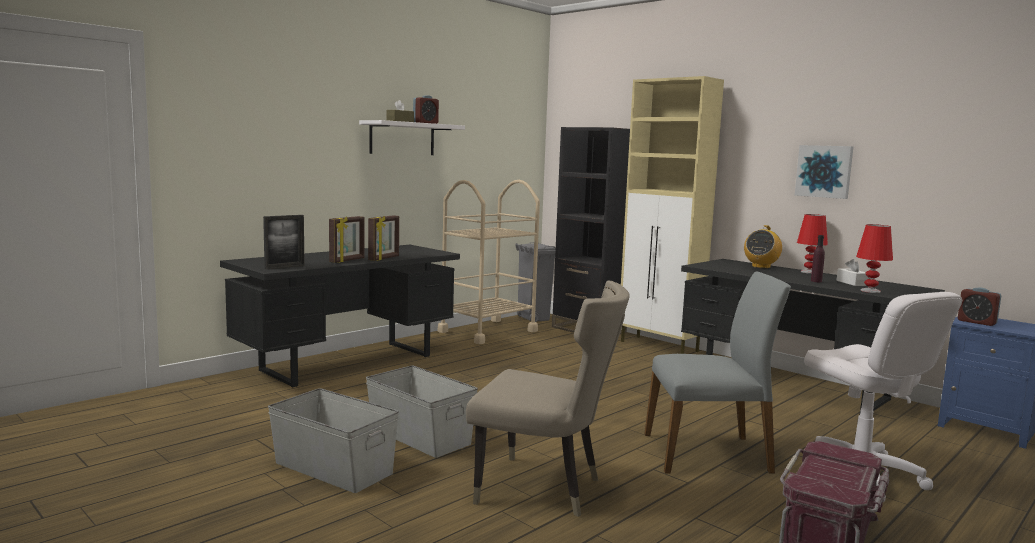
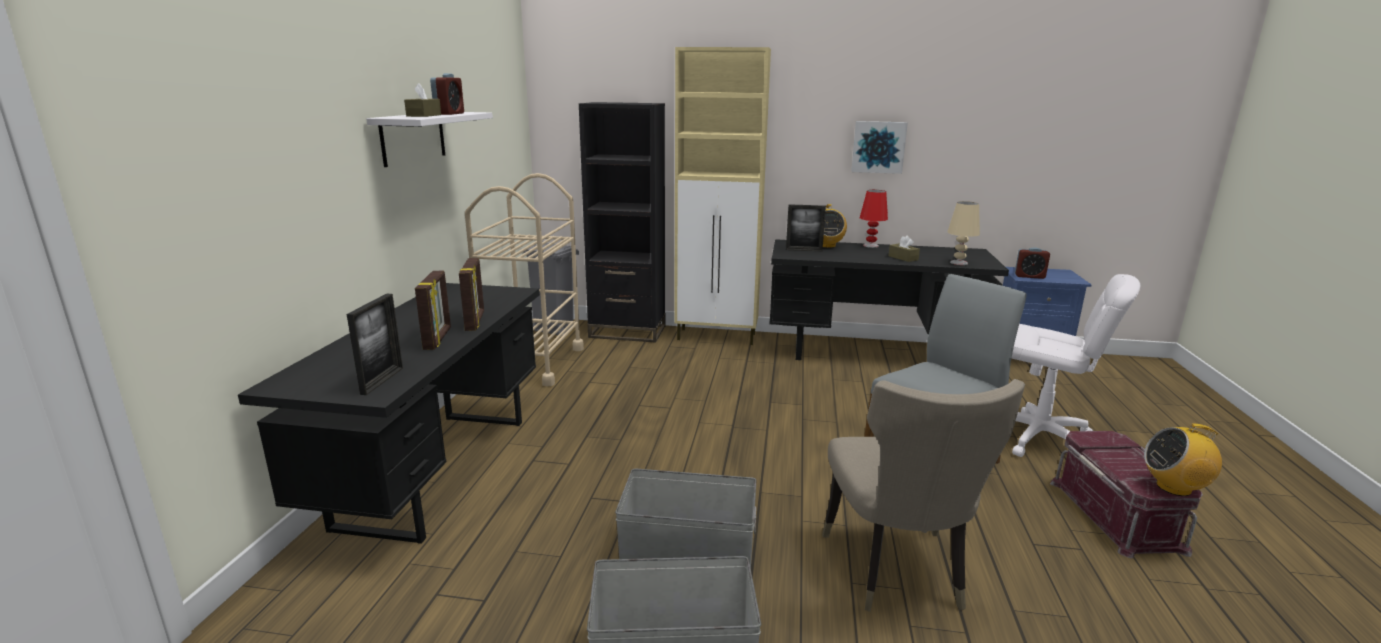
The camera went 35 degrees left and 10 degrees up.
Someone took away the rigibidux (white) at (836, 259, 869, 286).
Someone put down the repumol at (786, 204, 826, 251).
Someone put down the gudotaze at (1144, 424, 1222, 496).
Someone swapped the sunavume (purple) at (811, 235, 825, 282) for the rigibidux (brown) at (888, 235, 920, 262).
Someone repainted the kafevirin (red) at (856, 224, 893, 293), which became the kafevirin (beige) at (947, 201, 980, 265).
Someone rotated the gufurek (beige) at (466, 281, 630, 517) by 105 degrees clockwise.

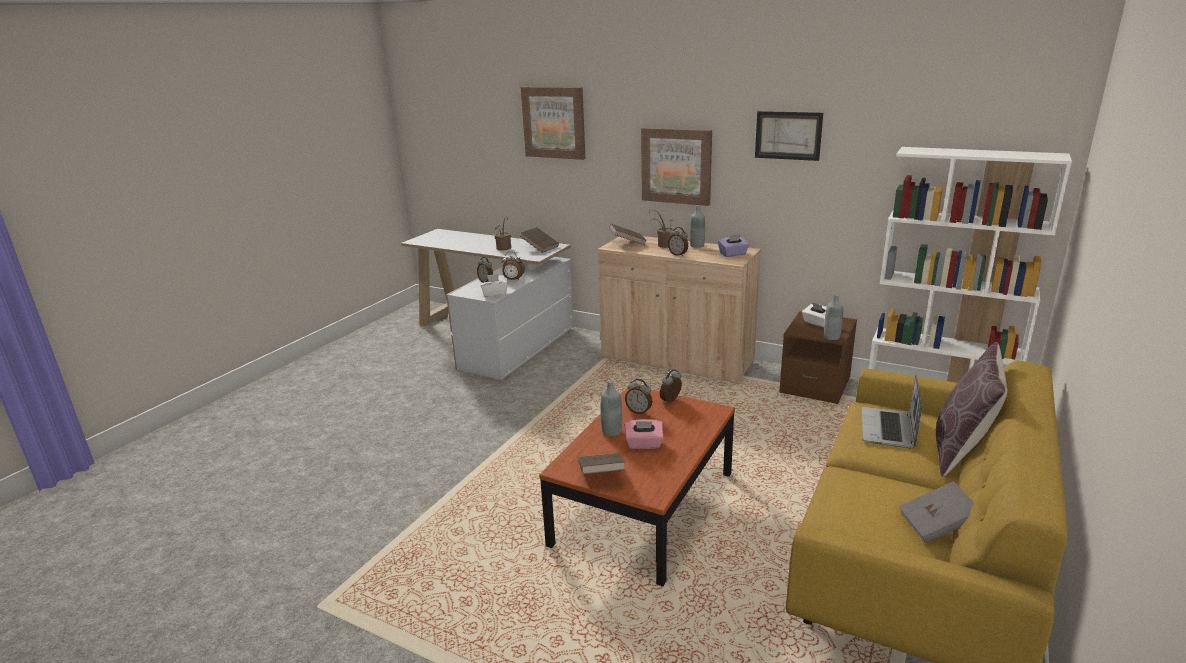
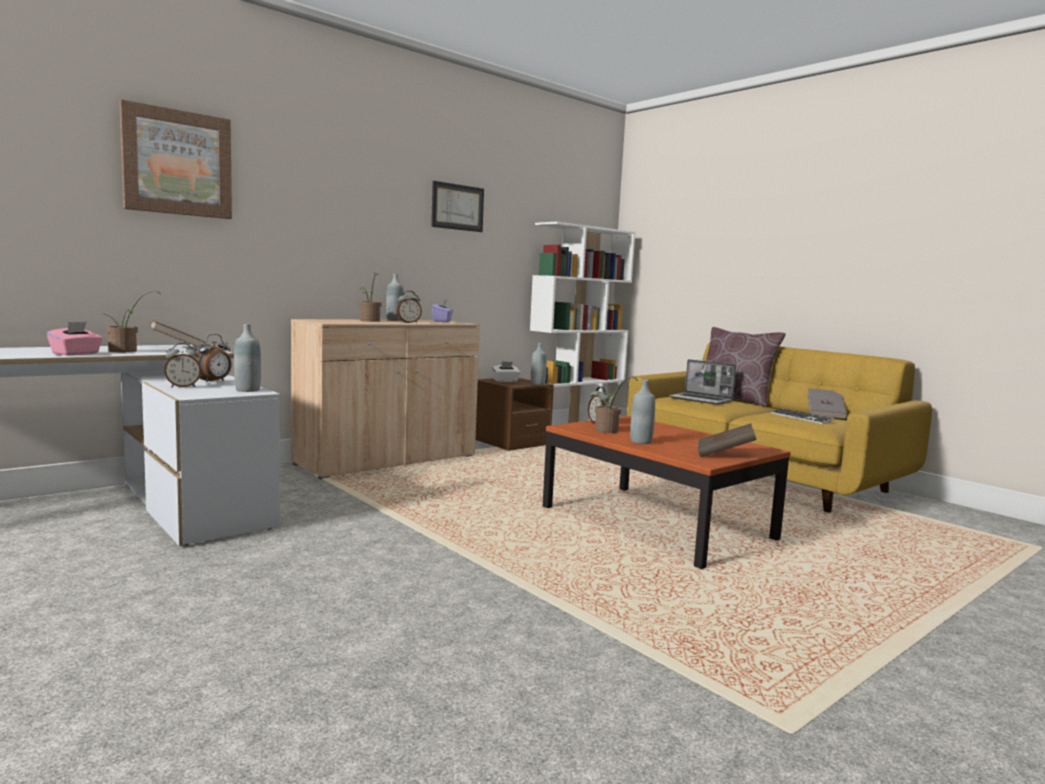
The camera went 70 degrees left and 15 degrees down.
Someone took away the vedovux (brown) at (609, 224, 647, 245).
Someone took away the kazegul at (641, 128, 712, 206).
Someone put down the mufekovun at (771, 408, 833, 424).
Someone carried the rigibidux (pink) from (625, 419, 663, 449) to (47, 322, 103, 356).
Someone swapped the rigibidux (white) at (480, 274, 508, 297) for the sunavume (grey) at (234, 324, 261, 392).
Someone swapped the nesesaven at (625, 379, 652, 415) for the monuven at (594, 377, 638, 433).

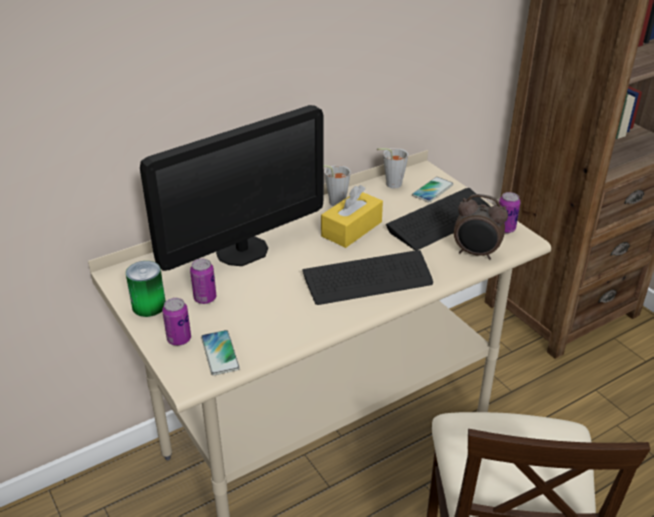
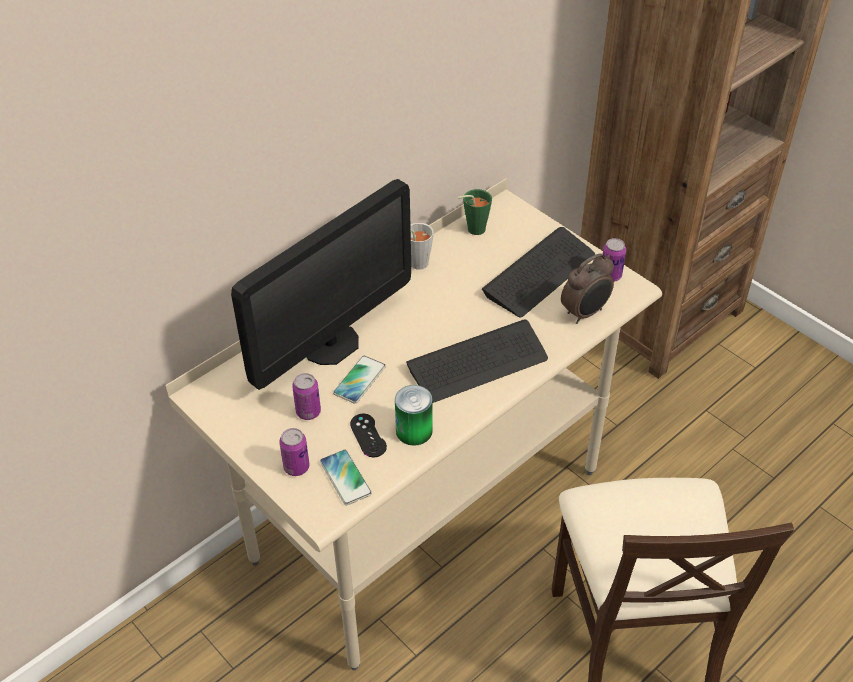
The camera went 10 degrees left and 10 degrees up.
Someone took away the rigibidux (yellow) at (321, 185, 383, 248).
Someone put down the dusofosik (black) at (350, 414, 387, 457).
Someone carried the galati from (126, 261, 166, 317) to (395, 385, 433, 446).
Someone carried the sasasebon from (412, 177, 454, 202) to (333, 356, 386, 404).
Someone repainted the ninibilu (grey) at (377, 148, 408, 189), which became the ninibilu (green) at (457, 189, 492, 235).
Someone rotated the nesesaven at (454, 194, 508, 260) by 45 degrees counterclockwise.

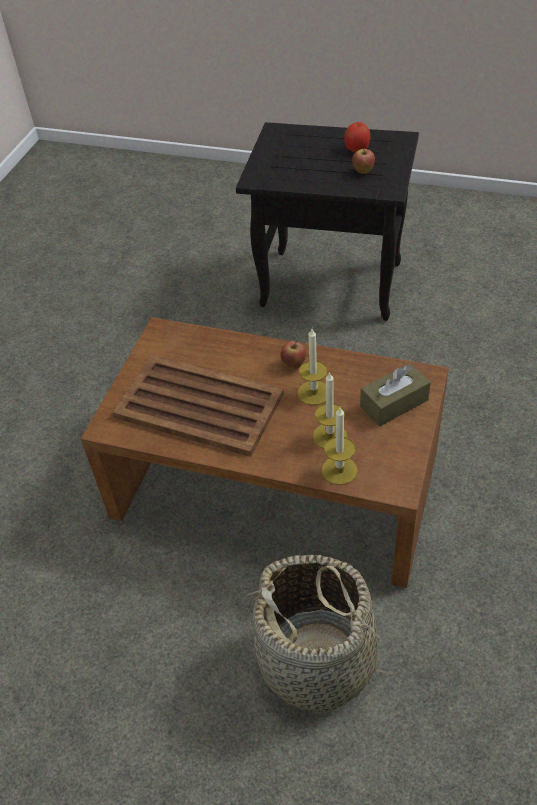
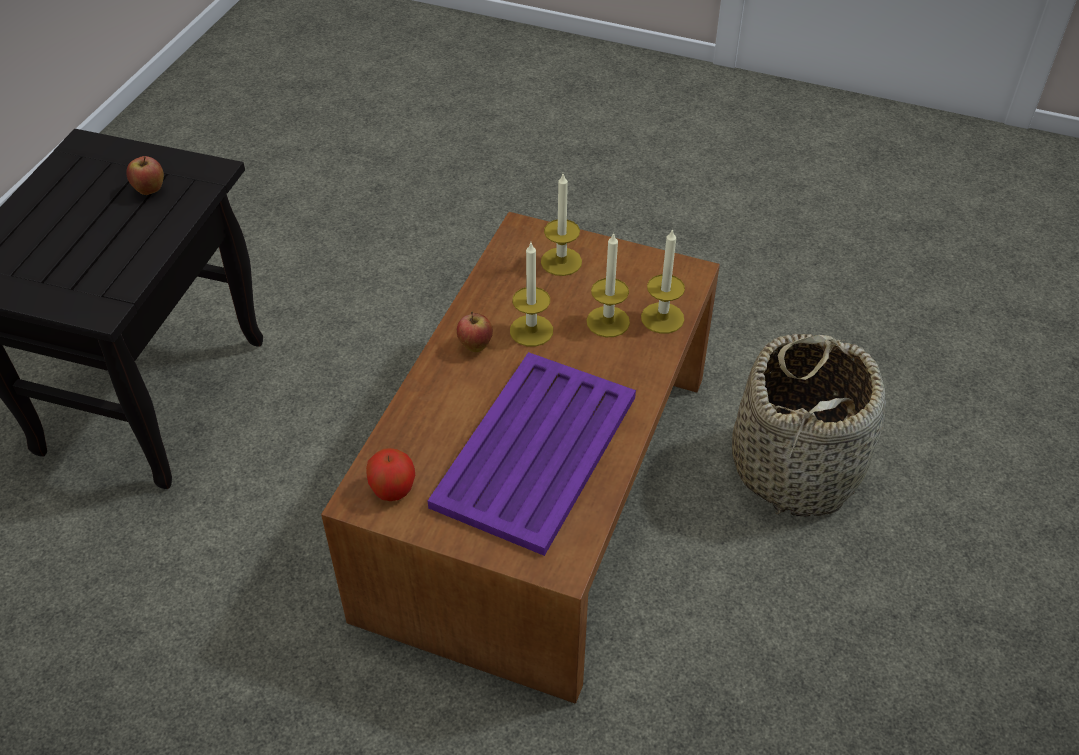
The camera went 90 degrees left and 0 degrees up.
Someone carried the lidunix from (344, 122, 370, 153) to (366, 448, 415, 501).
Someone swapped the rigibidux (brown) at (360, 363, 431, 426) for the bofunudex at (541, 174, 582, 276).
Someone repainted the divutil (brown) at (112, 355, 284, 457), which became the divutil (purple) at (428, 352, 636, 556).

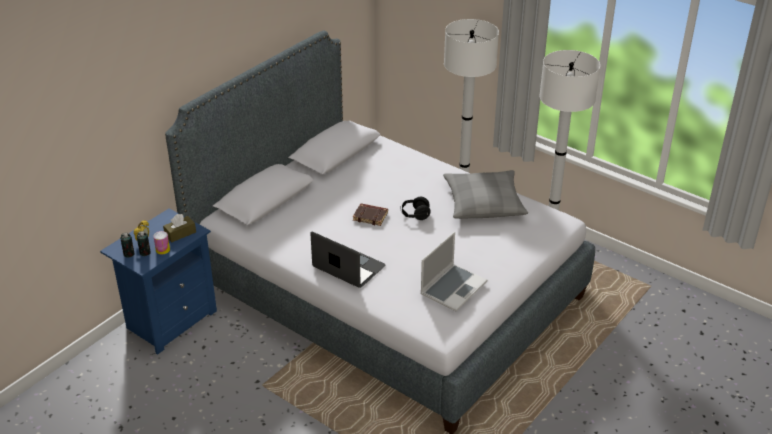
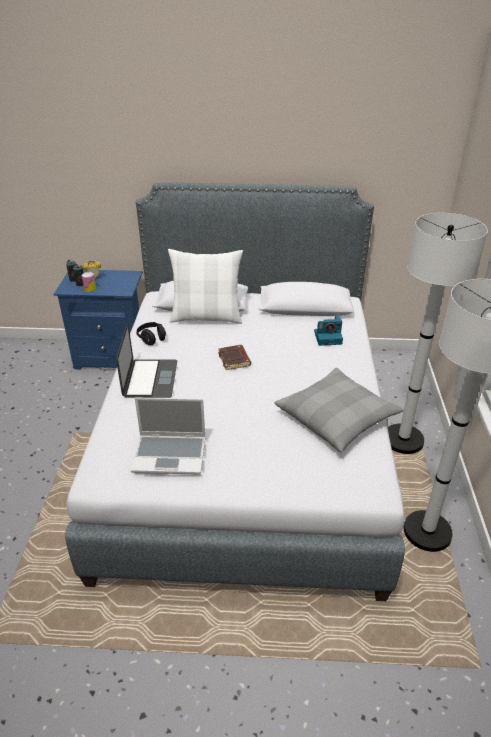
The camera went 55 degrees right and 0 degrees up.
Someone took away the rigibidux (brown) at (163, 214, 196, 242).
Someone put down the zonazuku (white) at (168, 249, 243, 324).
Someone put down the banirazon at (314, 315, 343, 346).
Someone carried the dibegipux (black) from (401, 197, 430, 220) to (136, 322, 166, 345).

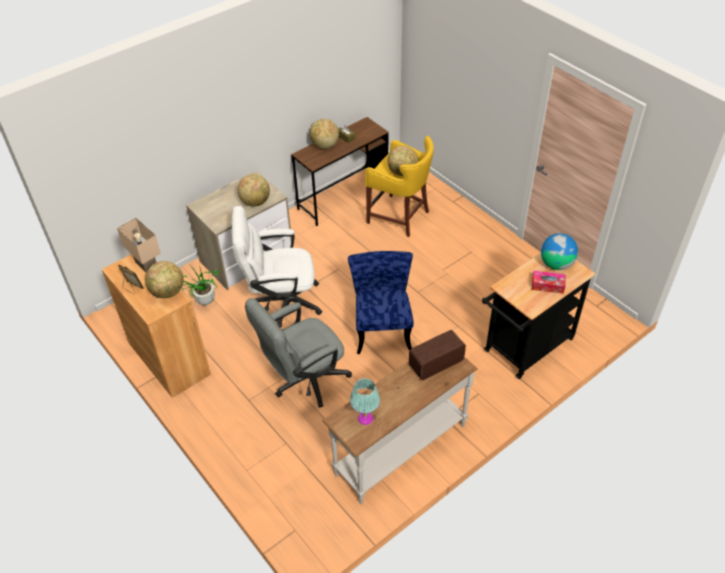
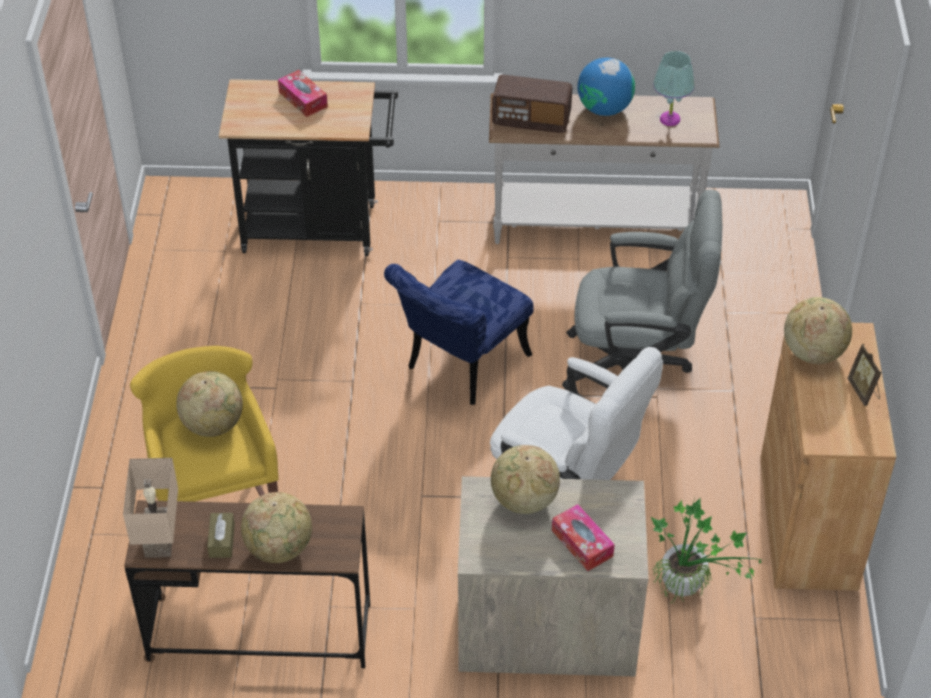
The camera went 140 degrees left and 0 degrees up.
Someone put down the rigibidux at (552, 504, 615, 571).
Someone carried the kafevirin (beige) from (117, 218, 161, 273) to (123, 458, 178, 558).
Someone carried the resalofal from (541, 233, 578, 270) to (577, 58, 635, 116).

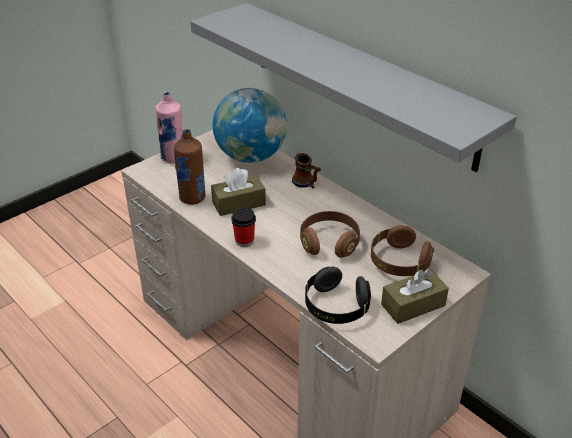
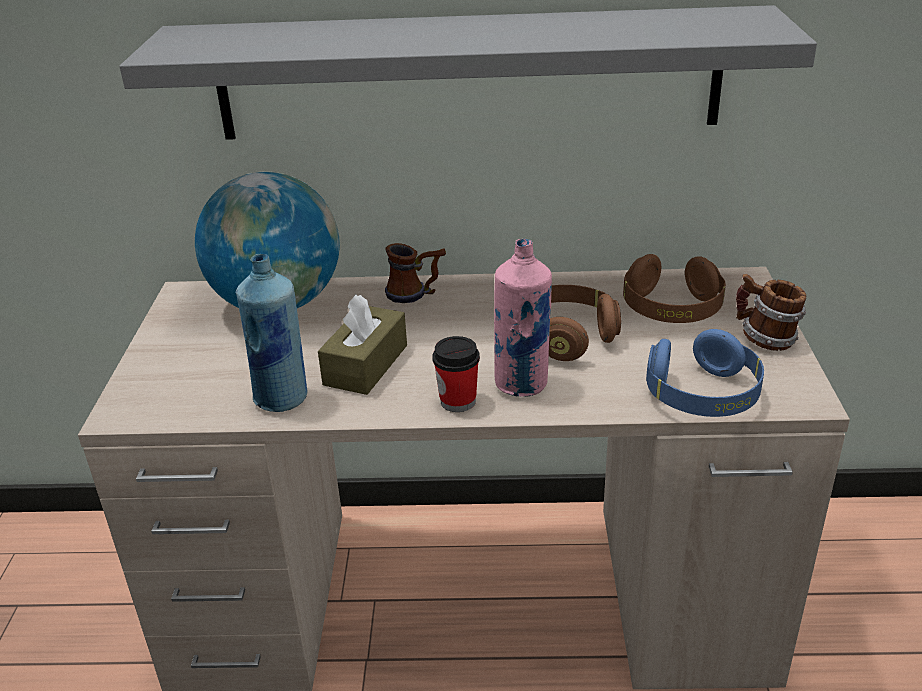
The camera went 45 degrees left and 5 degrees down.
Someone carried the sunavume (pink) from (156, 92, 183, 163) to (494, 239, 552, 397).
Someone swapped the rigibidux (brown) at (381, 269, 449, 324) for the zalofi at (736, 274, 806, 351).
Someone repainted the sunavume (brown) at (174, 129, 206, 205), which became the sunavume (blue) at (236, 254, 308, 412).
Someone repainted the dibegipux (black) at (305, 267, 371, 324), which became the dibegipux (blue) at (646, 329, 764, 417).

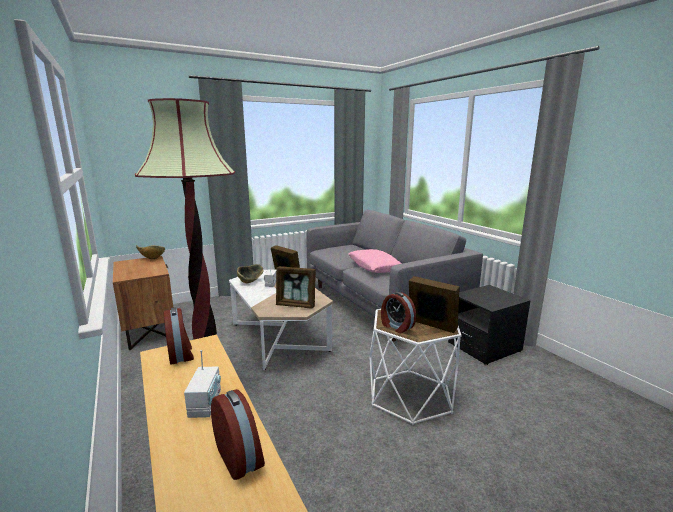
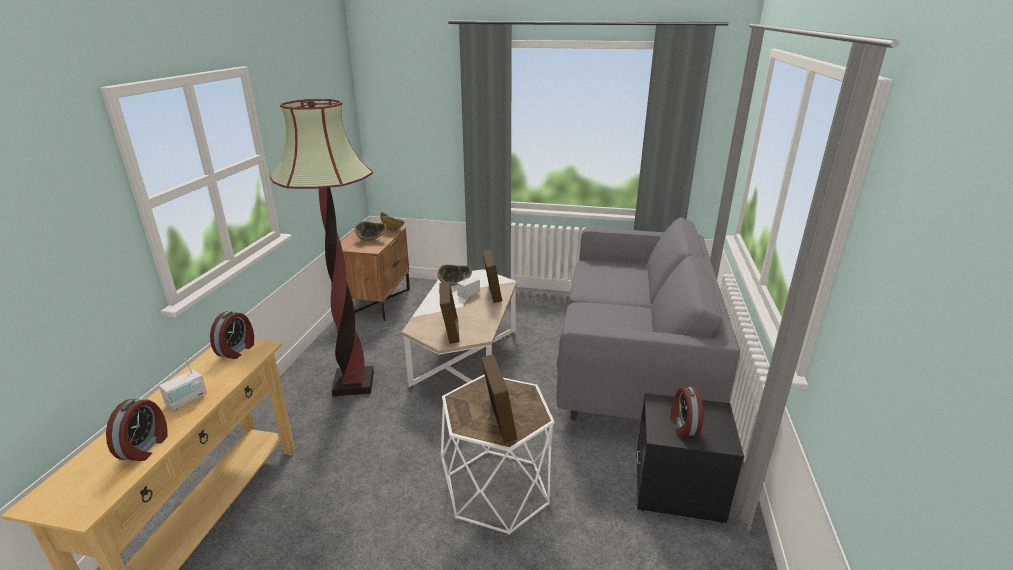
The camera went 40 degrees right and 10 degrees up.
Someone took away the zonazuku (pink) at (348, 249, 402, 273).
Someone put down the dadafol at (354, 221, 387, 241).
Someone carried the nesesaven from (381, 292, 416, 333) to (670, 387, 704, 436).
Someone rotated the repumol at (276, 266, 316, 309) by 150 degrees counterclockwise.

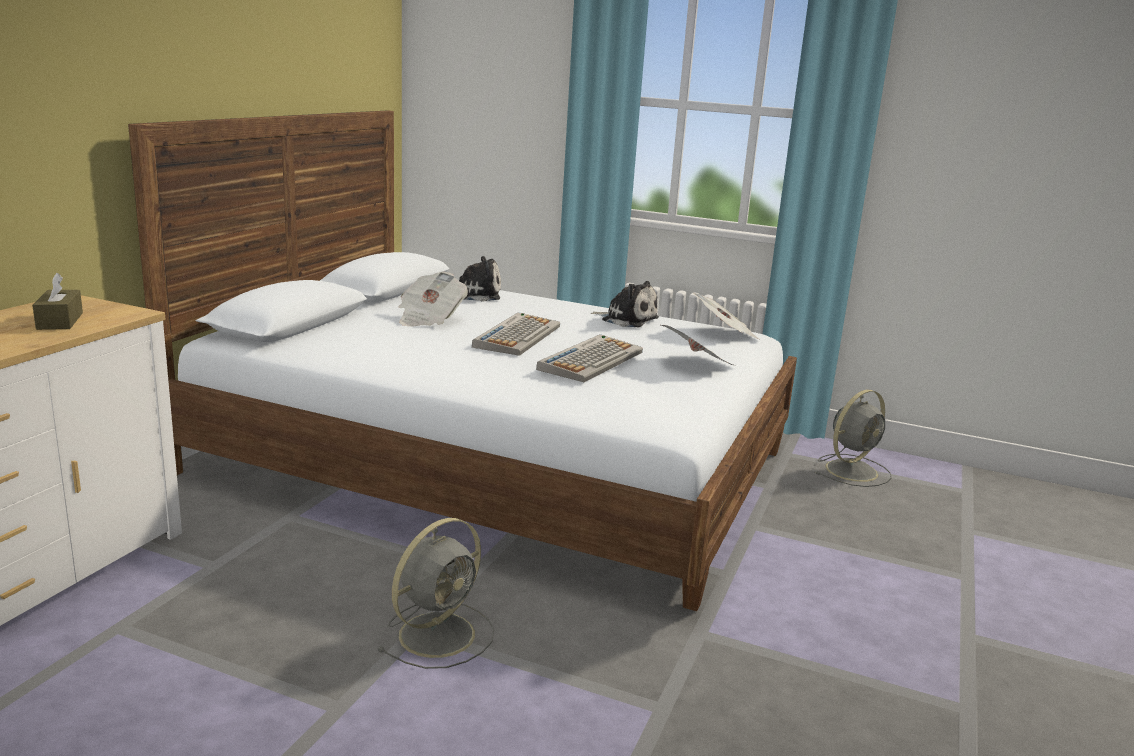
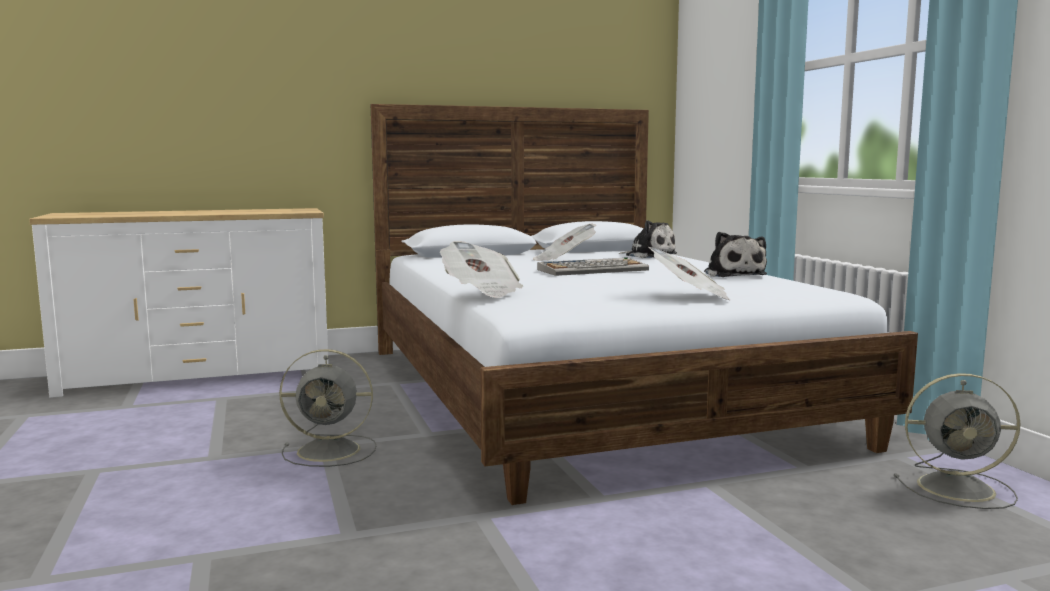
The camera went 50 degrees right and 10 degrees down.
Someone took away the rigibidux (brown) at (32, 273, 83, 330).
Someone took away the mufekovun at (536, 334, 643, 382).
Someone carried the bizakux from (692, 292, 759, 339) to (440, 241, 523, 298).

